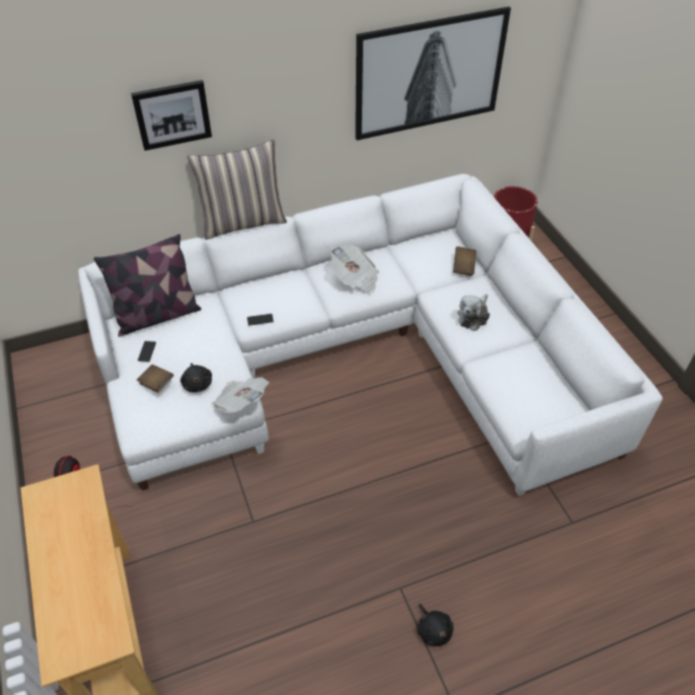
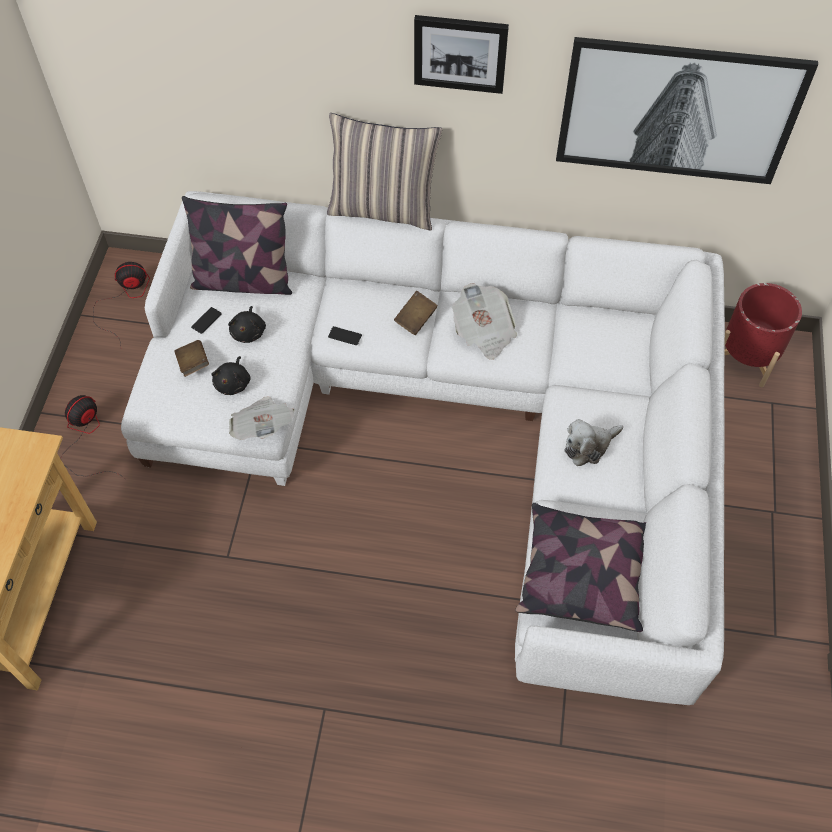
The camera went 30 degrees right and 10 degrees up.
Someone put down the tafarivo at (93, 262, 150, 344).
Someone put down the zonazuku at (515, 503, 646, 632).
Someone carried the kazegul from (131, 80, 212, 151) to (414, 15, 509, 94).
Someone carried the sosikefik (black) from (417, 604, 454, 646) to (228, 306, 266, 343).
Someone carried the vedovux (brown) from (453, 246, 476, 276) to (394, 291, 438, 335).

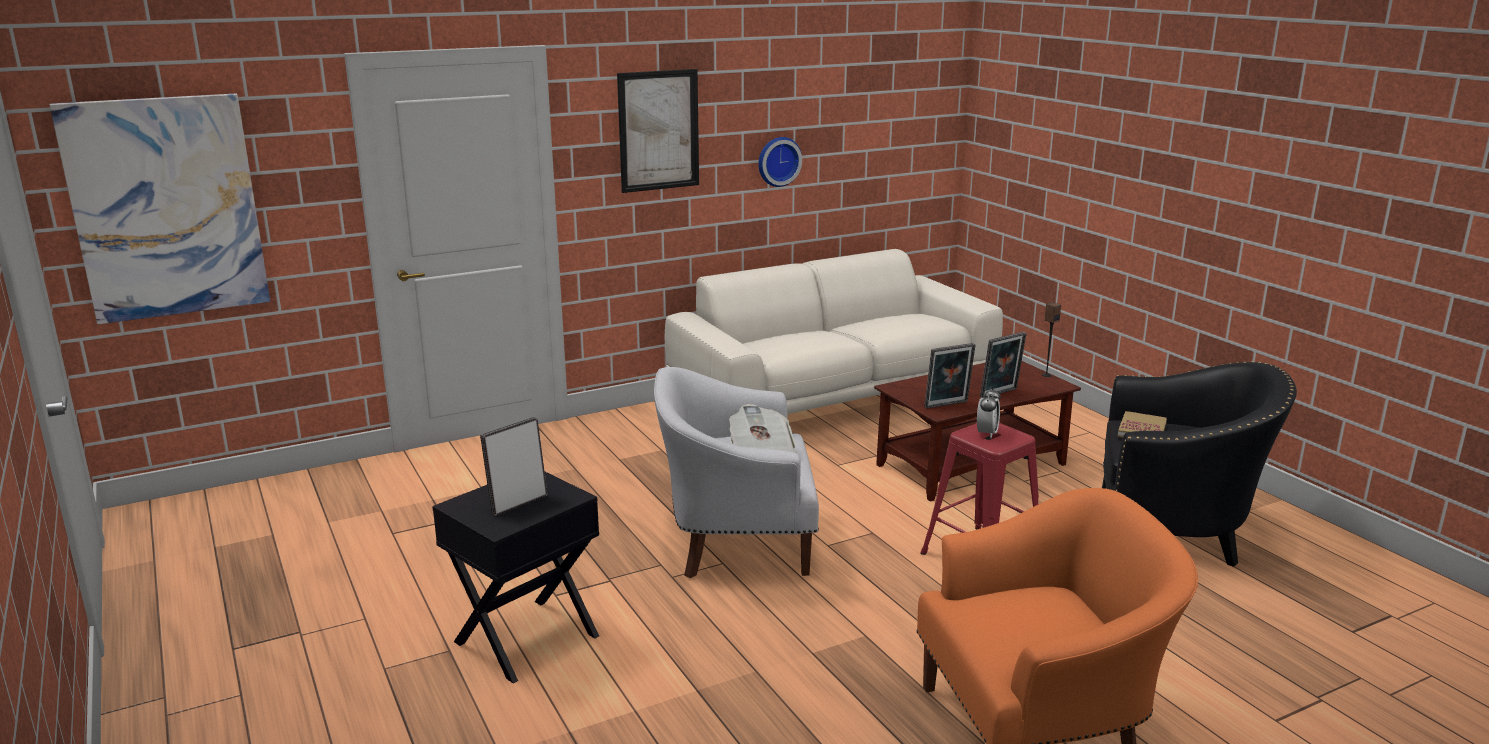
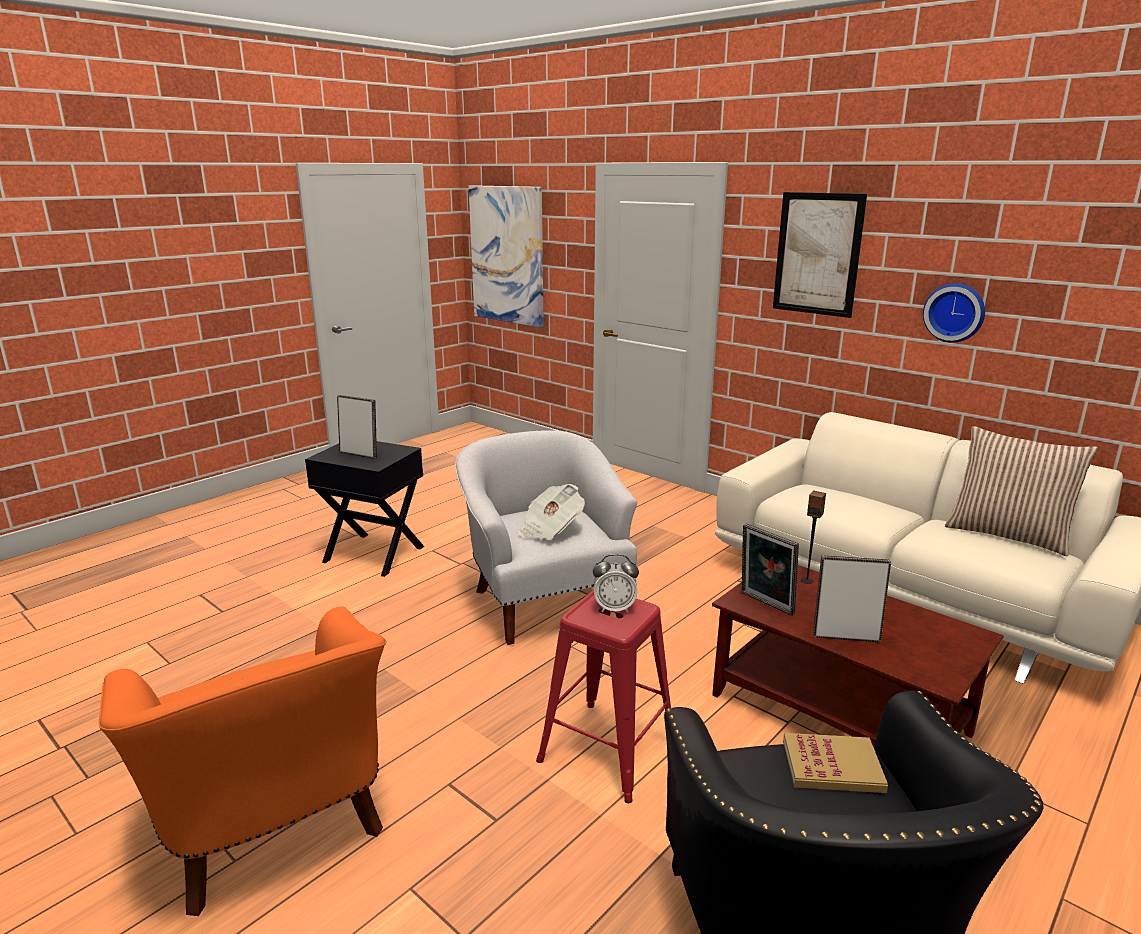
The camera went 70 degrees right and 0 degrees up.
Someone put down the zonazuku at (945, 426, 1098, 557).
Someone carried the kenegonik from (1042, 302, 1061, 377) to (801, 490, 826, 584).
Someone rotated the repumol at (980, 332, 1027, 398) by 150 degrees clockwise.

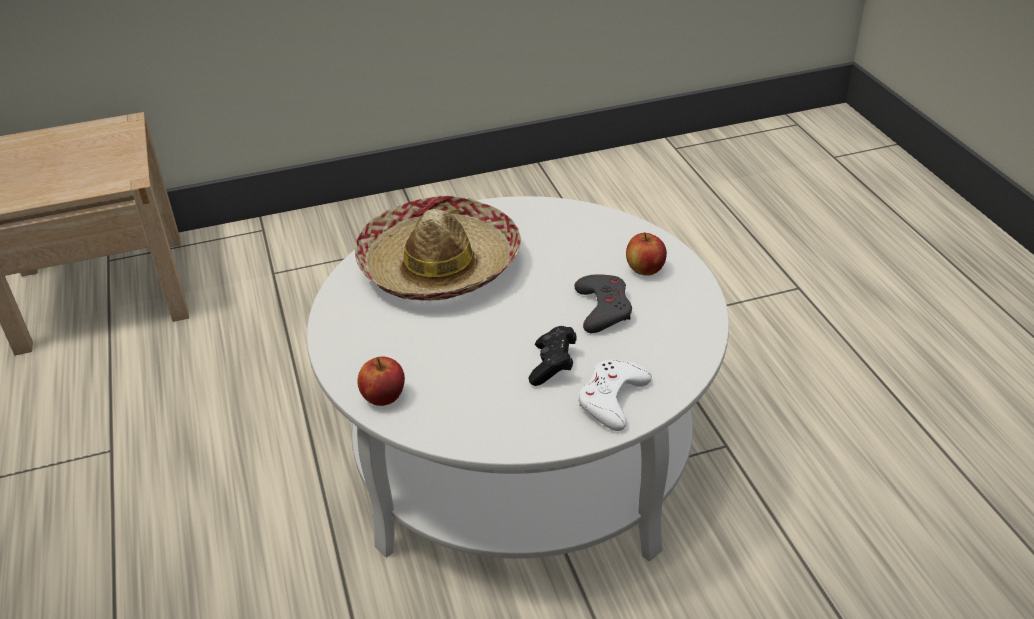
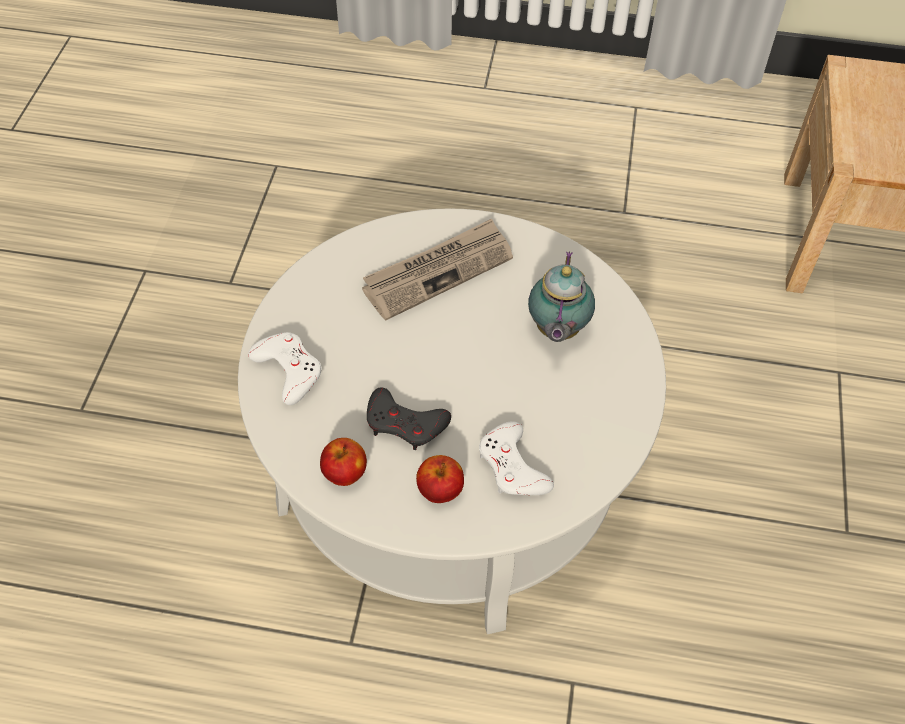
The camera went 115 degrees right and 15 degrees up.
Someone took away the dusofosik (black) at (529, 326, 577, 386).
Someone put down the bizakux at (362, 219, 513, 321).
Someone put down the dusofosik (white) at (479, 421, 554, 495).
Someone carried the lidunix from (357, 356, 405, 406) to (320, 438, 367, 486).
Someone swapped the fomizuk at (355, 196, 521, 301) for the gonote at (528, 251, 595, 342).

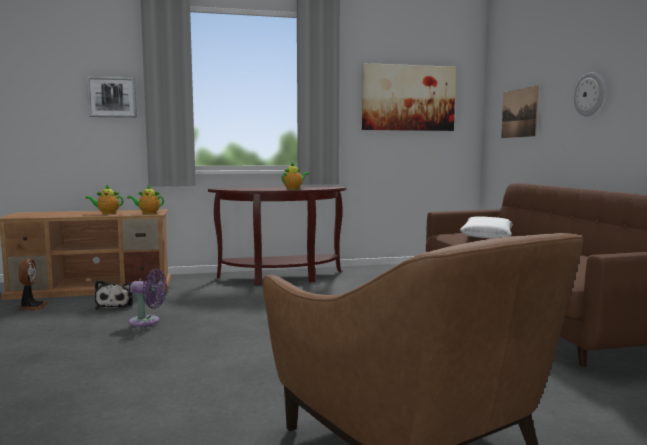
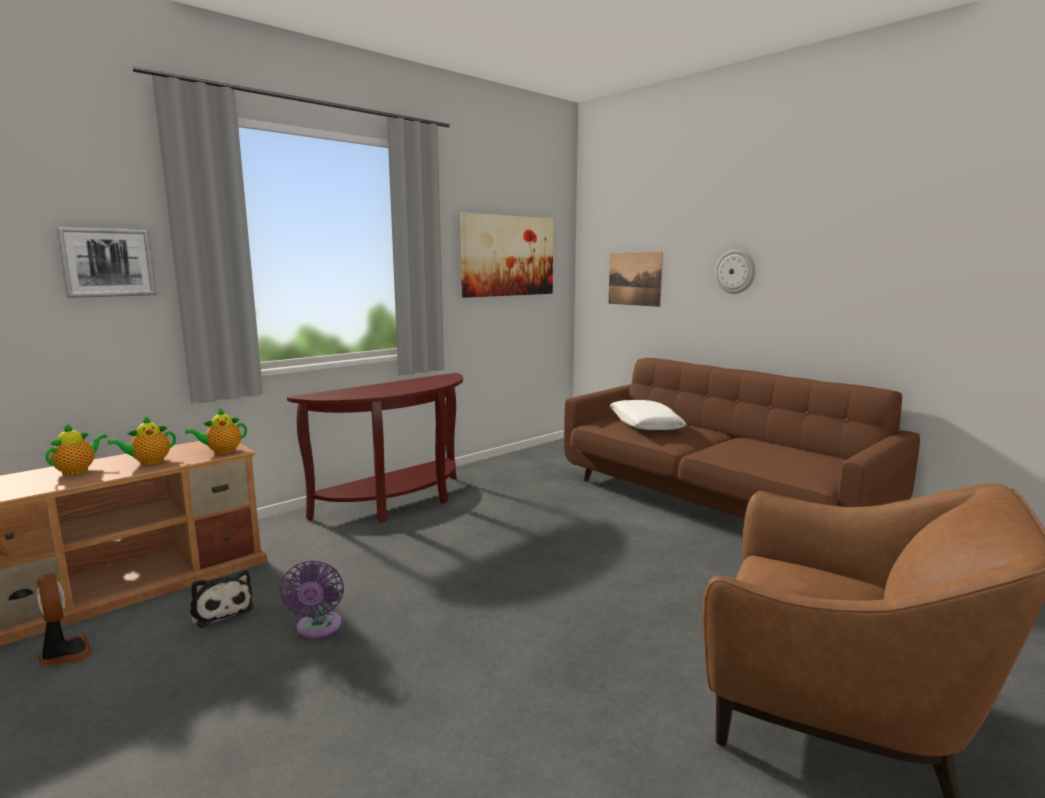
The camera went 30 degrees left and 5 degrees up.
Someone carried the gonote from (281, 162, 309, 190) to (45, 423, 107, 475).
Someone rotated the tafarivo (purple) at (129, 268, 167, 327) by 105 degrees clockwise.

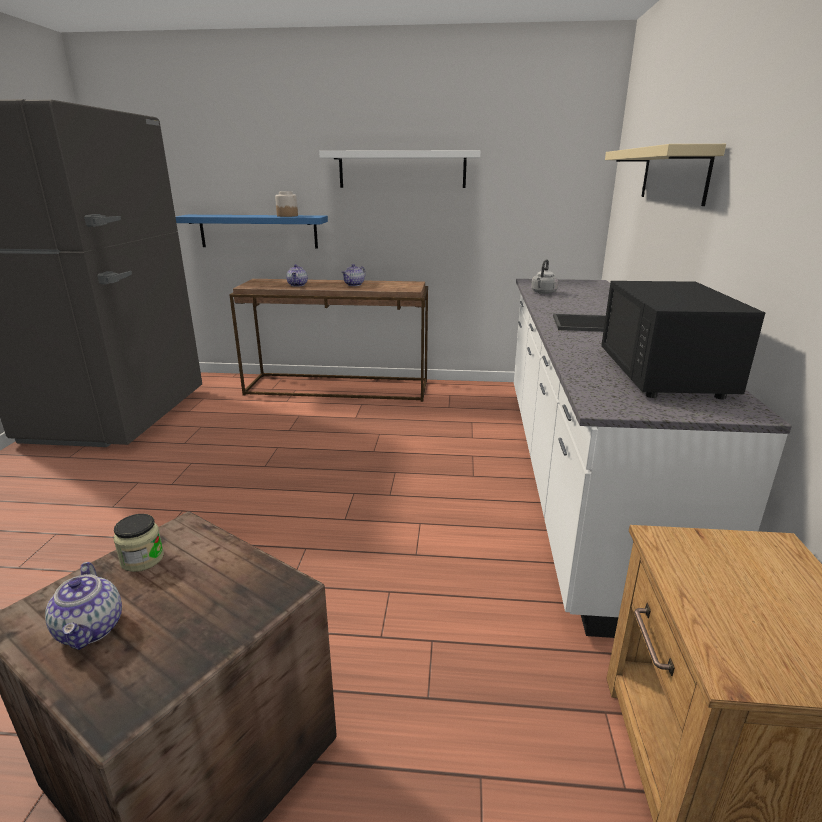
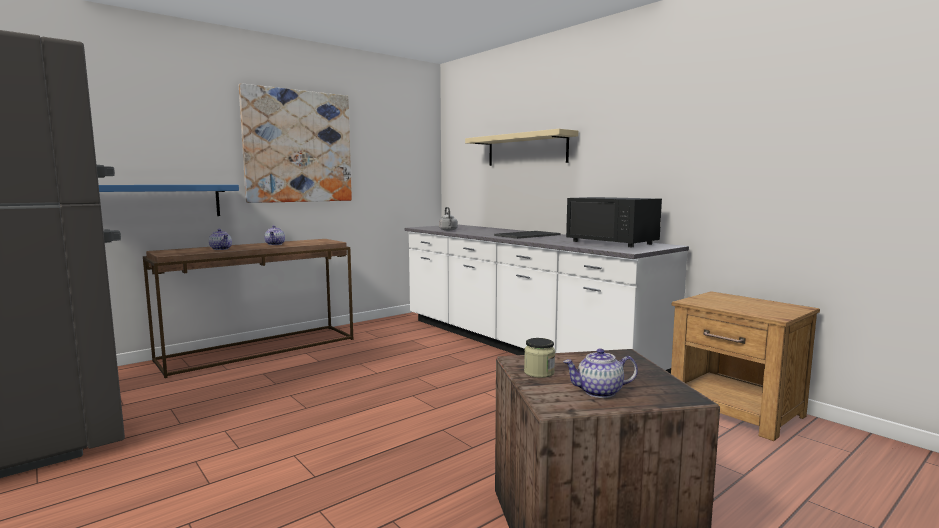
The camera went 45 degrees left and 15 degrees down.
Someone took away the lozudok at (275, 191, 298, 217).
Someone swapped the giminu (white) at (319, 150, 480, 188) for the kazegul at (239, 83, 352, 203).
Someone rotated the gonote at (45, 562, 122, 650) by 150 degrees clockwise.

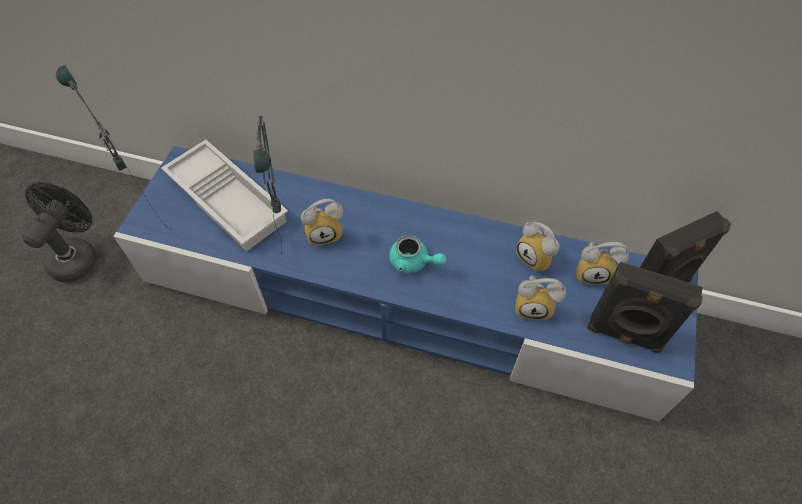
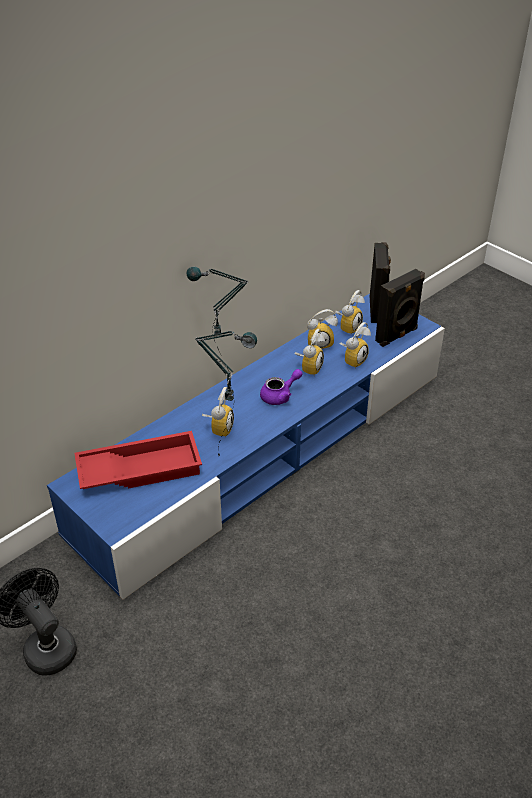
The camera went 60 degrees left and 15 degrees down.
Someone put down the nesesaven at (295, 329, 325, 376).
Someone carried the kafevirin from (56, 65, 167, 227) to (187, 267, 248, 369).
Someone repainted the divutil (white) at (161, 140, 288, 251), which became the divutil (red) at (74, 431, 202, 489).
Someone repainted the gonote (turquoise) at (389, 235, 446, 274), which became the gonote (purple) at (260, 369, 303, 405).

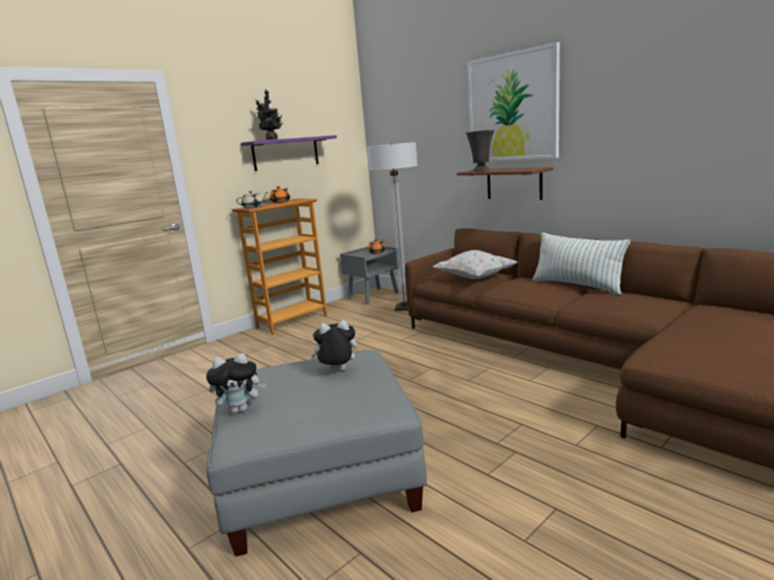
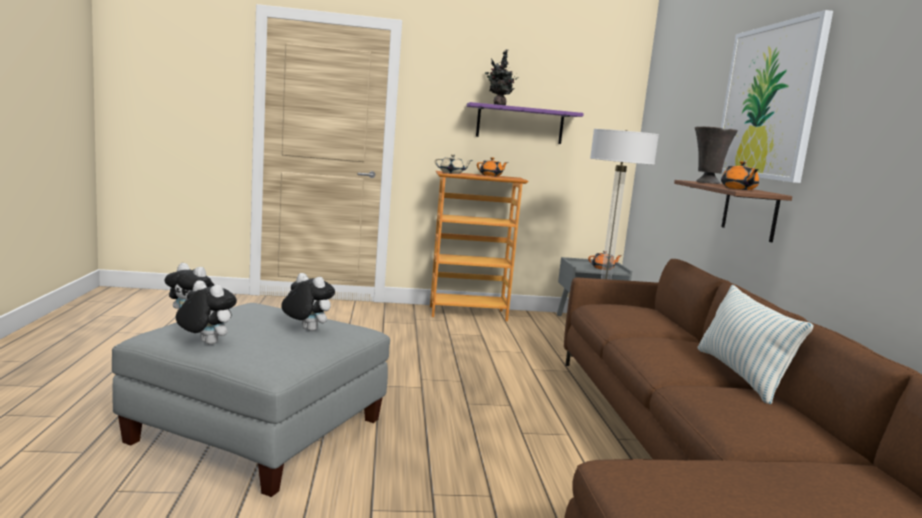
The camera went 35 degrees right and 5 degrees down.
Someone took away the zonazuku (white) at (433, 250, 518, 279).
Someone put down the sosikefik at (176, 280, 237, 345).
Someone put down the gonote (orange) at (721, 161, 759, 190).

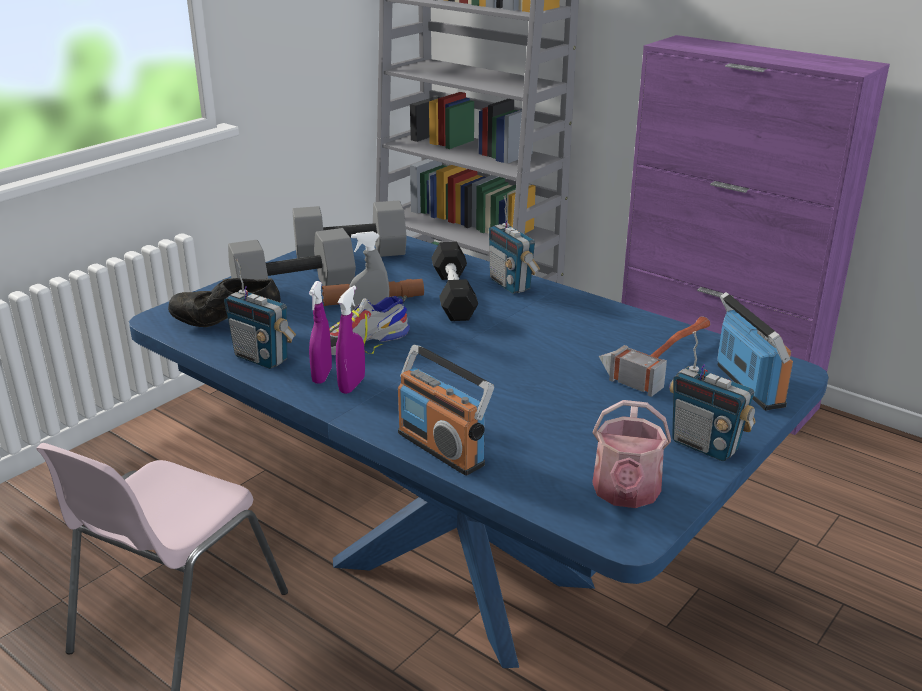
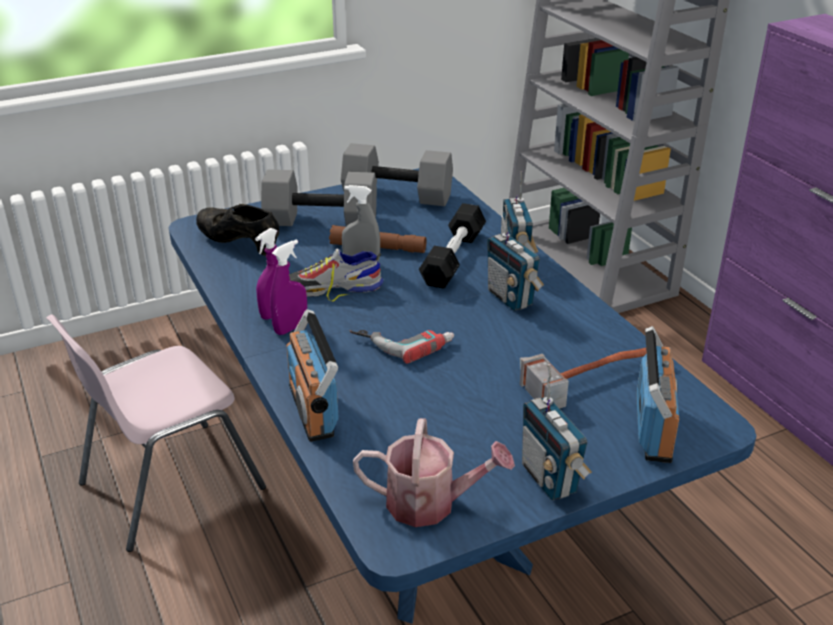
The camera went 25 degrees right and 5 degrees up.
Someone put down the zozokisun at (350, 330, 454, 364).
Someone carried the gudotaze from (224, 259, 296, 369) to (487, 205, 544, 311).
Someone rotated the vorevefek at (592, 400, 671, 508) by 120 degrees counterclockwise.

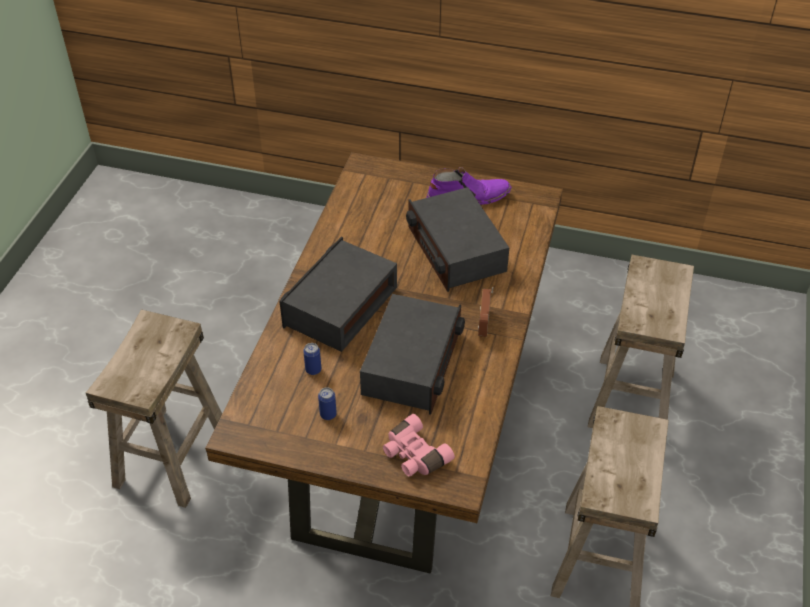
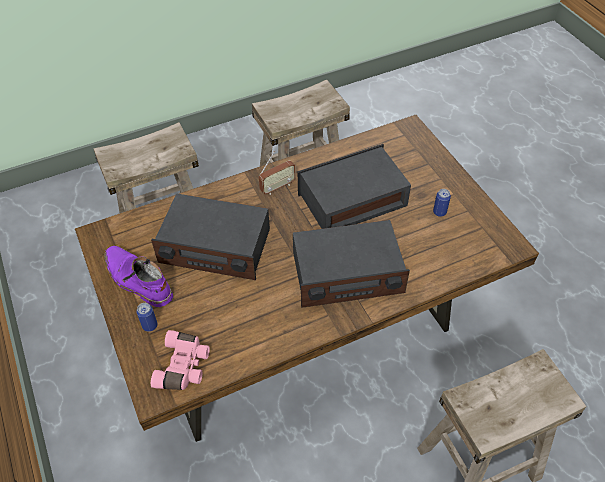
The camera went 130 degrees left and 5 degrees up.
Someone carried the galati from (303, 343, 321, 375) to (136, 303, 157, 331).
Someone carried the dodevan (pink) from (383, 414, 455, 477) to (151, 330, 210, 390).
Someone rotated the gudotaze at (406, 187, 509, 292) by 75 degrees clockwise.

